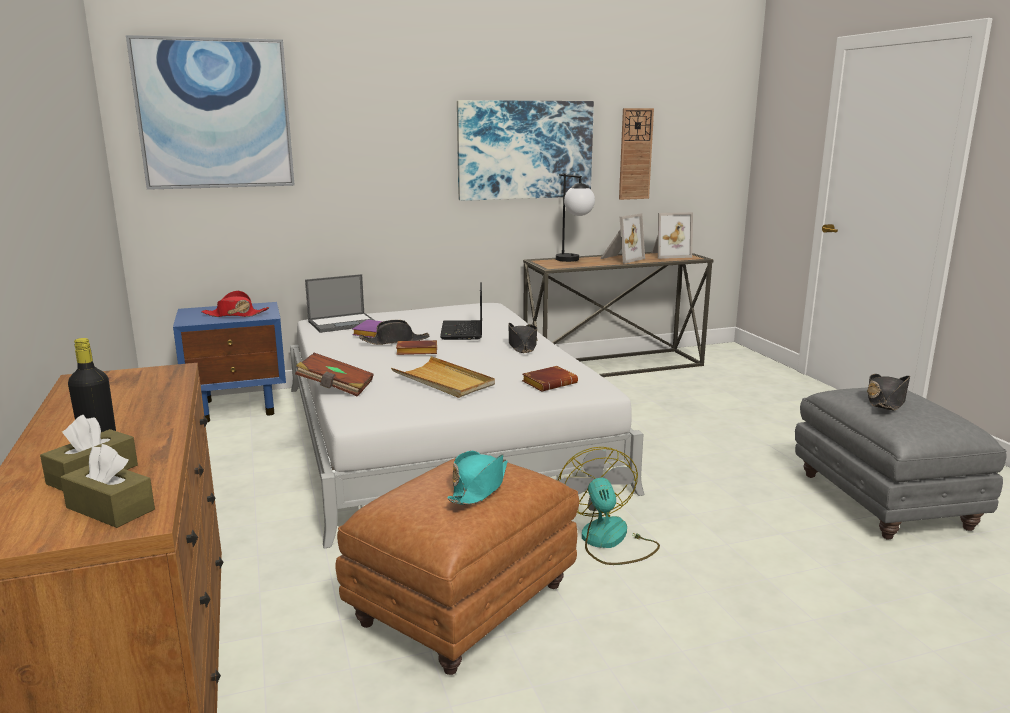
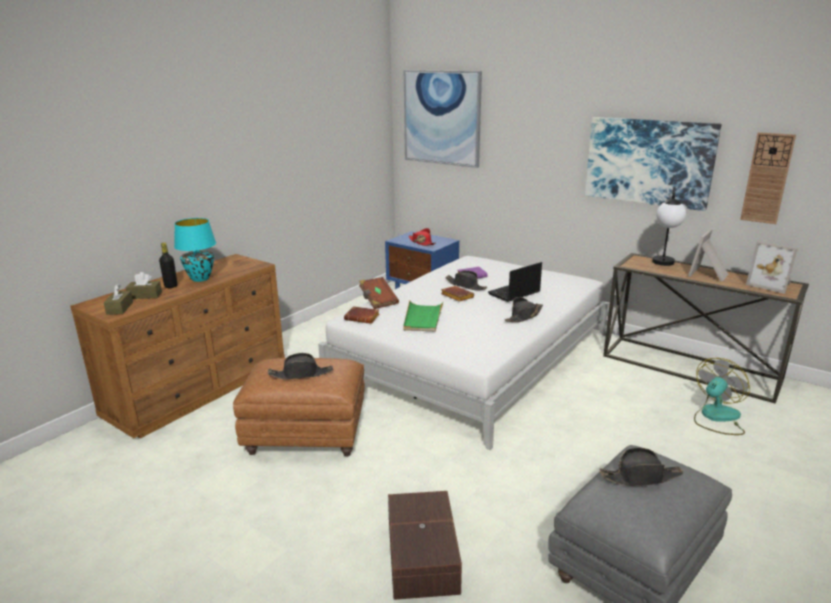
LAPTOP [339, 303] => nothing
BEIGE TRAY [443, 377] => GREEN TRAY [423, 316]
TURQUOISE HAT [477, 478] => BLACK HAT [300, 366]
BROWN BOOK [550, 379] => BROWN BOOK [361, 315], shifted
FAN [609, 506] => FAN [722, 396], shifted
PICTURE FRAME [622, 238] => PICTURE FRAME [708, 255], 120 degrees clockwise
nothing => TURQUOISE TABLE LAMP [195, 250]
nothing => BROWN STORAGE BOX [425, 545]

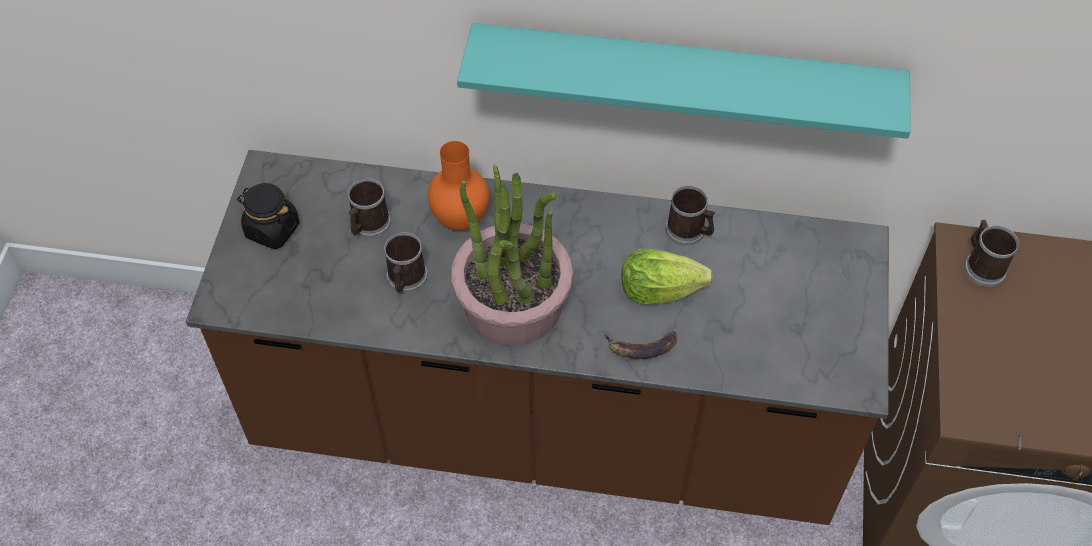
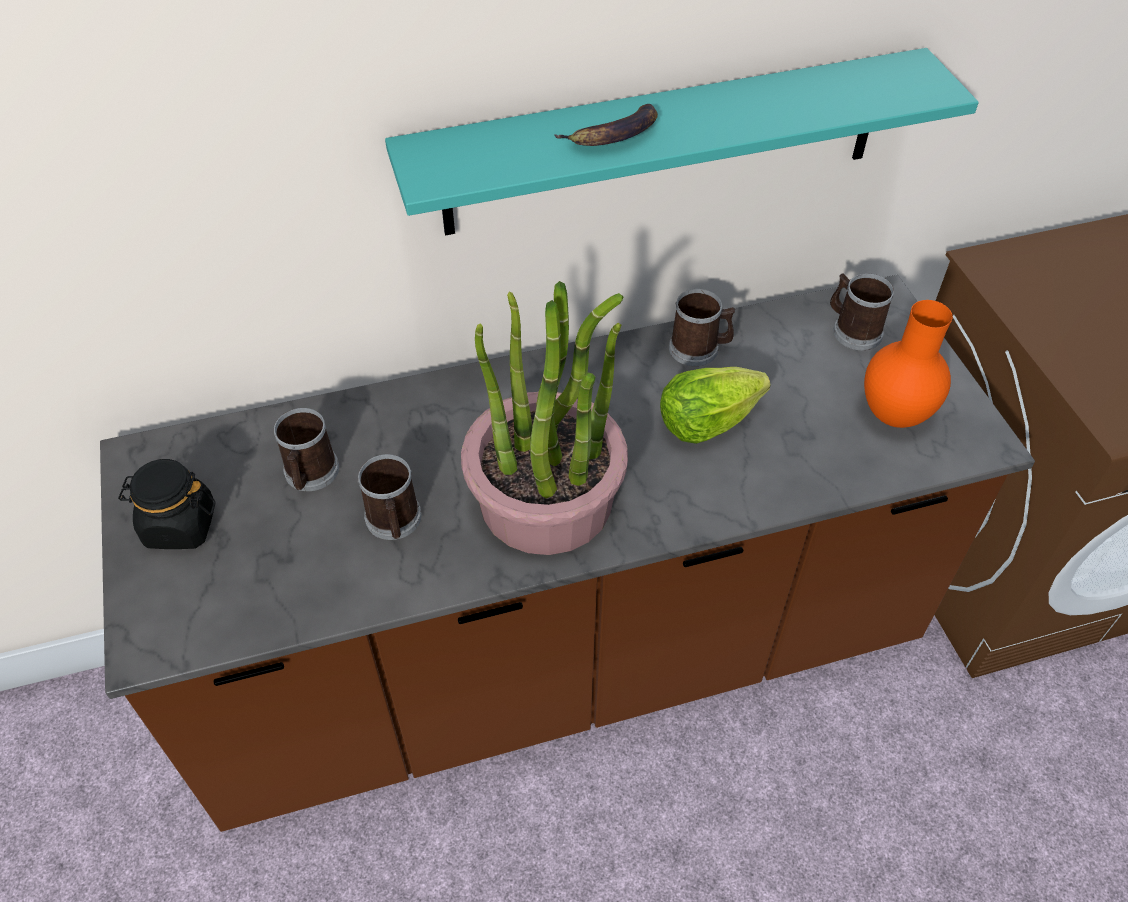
ORANGE VASE [458, 186] => ORANGE VASE [908, 364], shifted
BANANA [640, 345] => BANANA [606, 125], shifted
MUG [991, 253] => MUG [862, 311], shifted

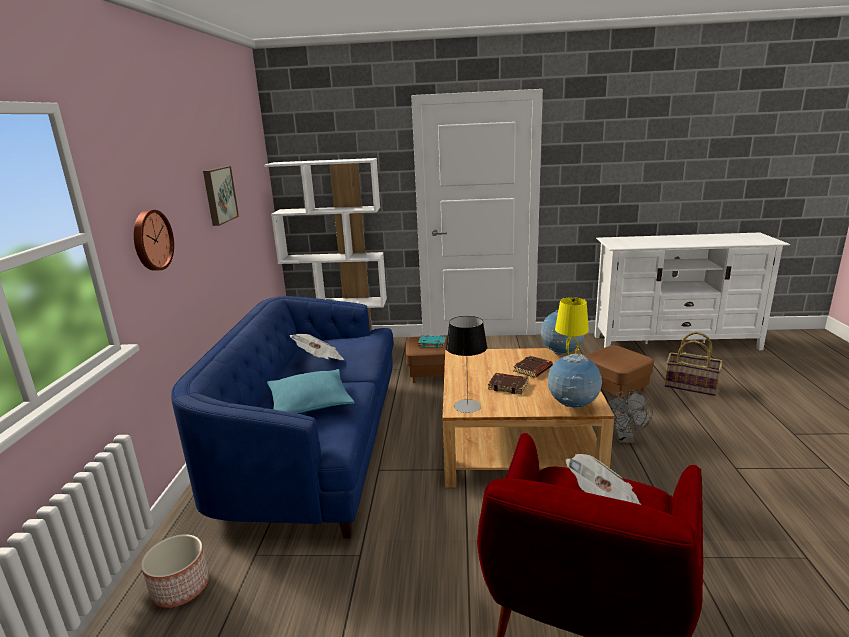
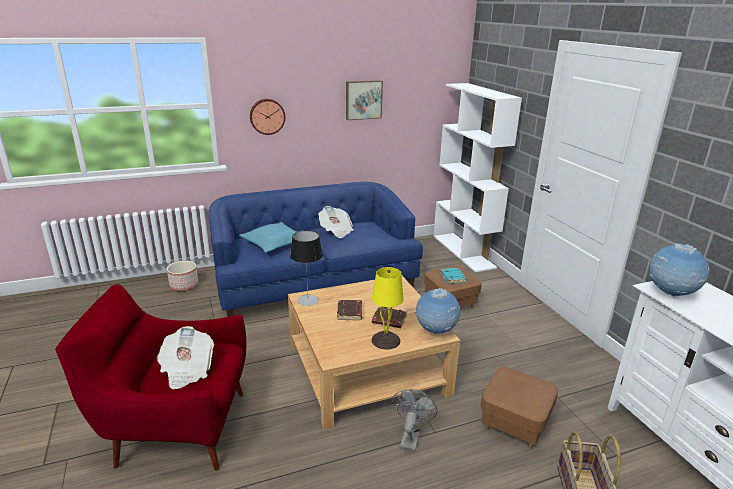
GLOBE [575, 380] => GLOBE [679, 269], shifted
GREY FAN [630, 416] => GREY FAN [414, 420], 120 degrees clockwise

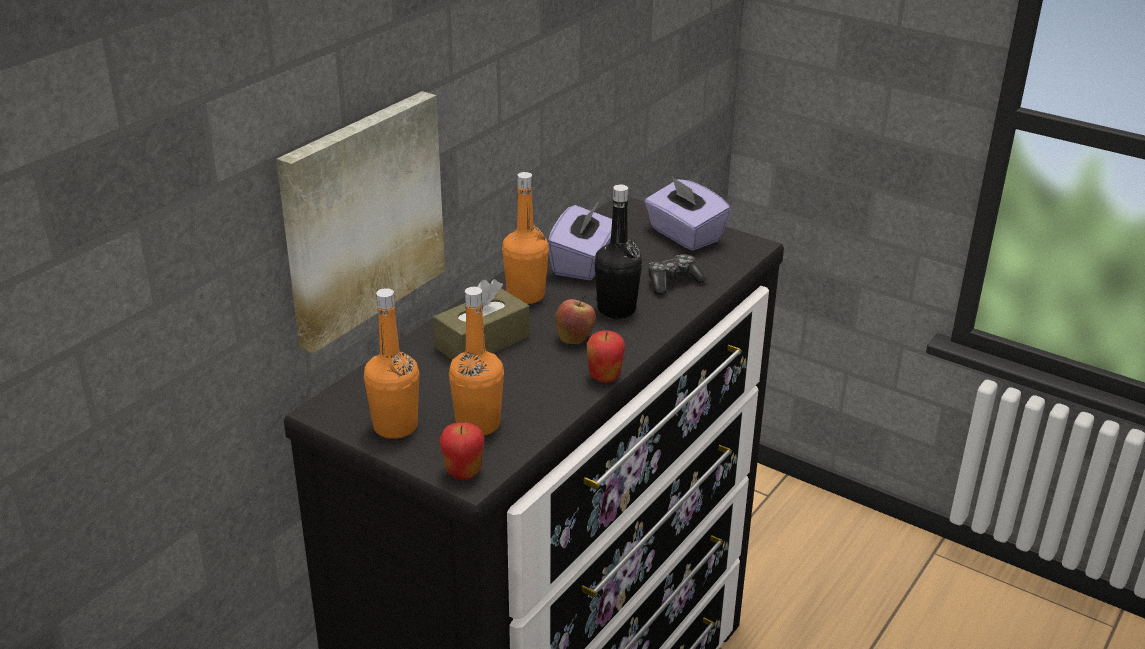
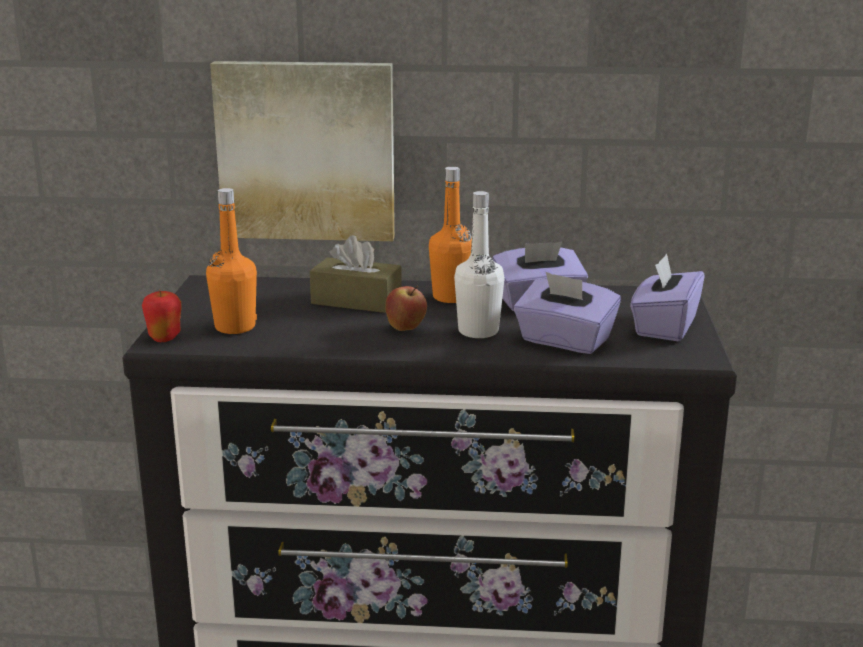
ORANGE BOTTLE [391, 363] => nothing
APPLE [606, 356] => nothing
BLACK BOTTLE [618, 252] => WHITE BOTTLE [479, 264]
GAME CONTROLLER [677, 274] => PURPLE TISSUE BOX [567, 313]

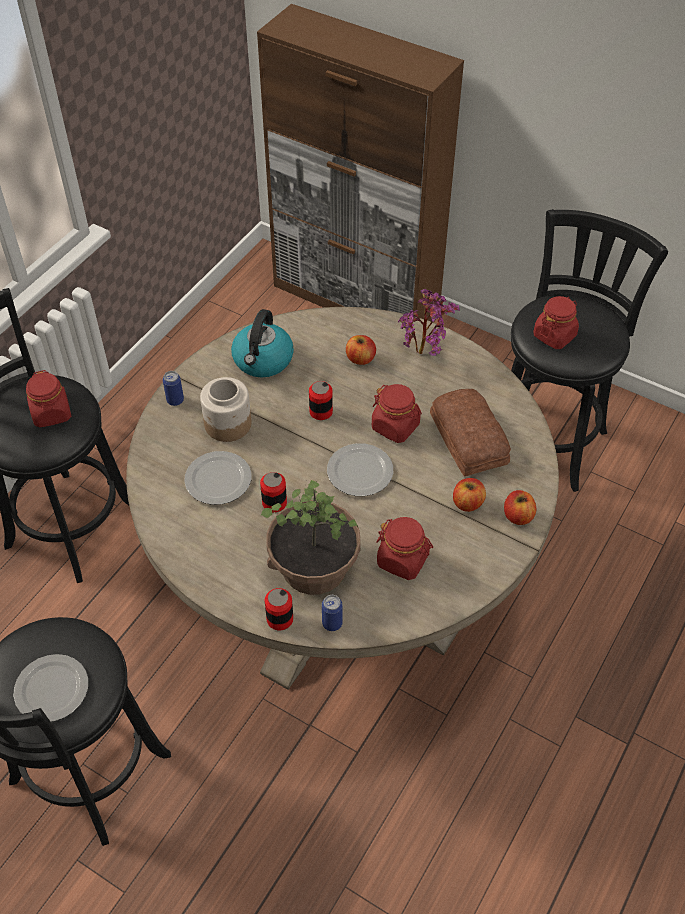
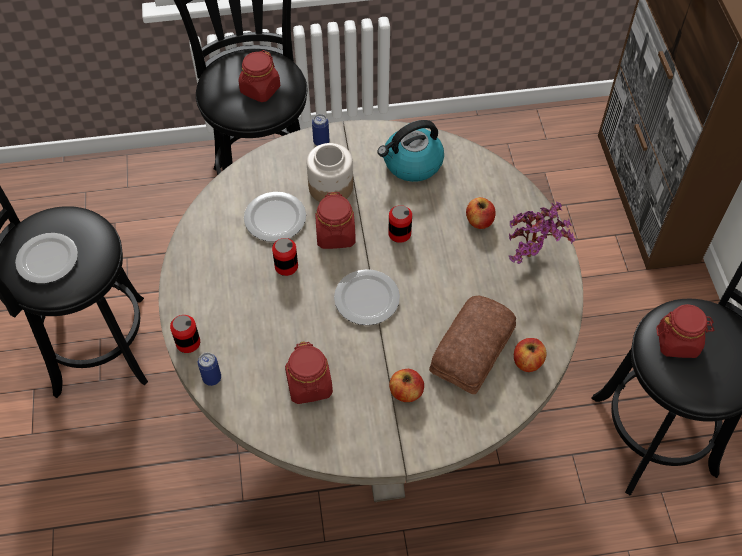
POTTED PLANT [311, 537] => nothing
RED JAR [397, 413] => RED JAR [335, 220], shifted
APPLE [520, 507] => APPLE [530, 355], shifted

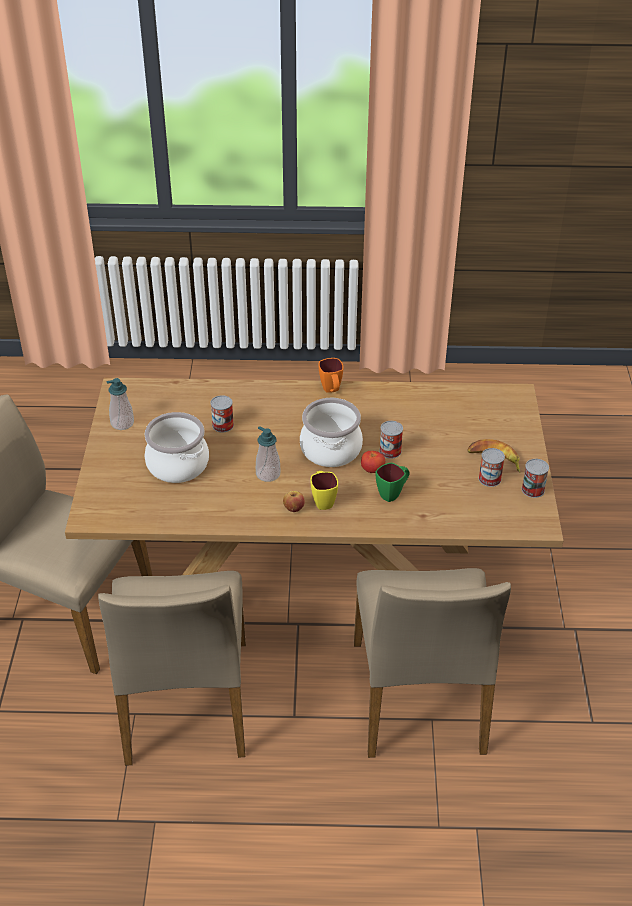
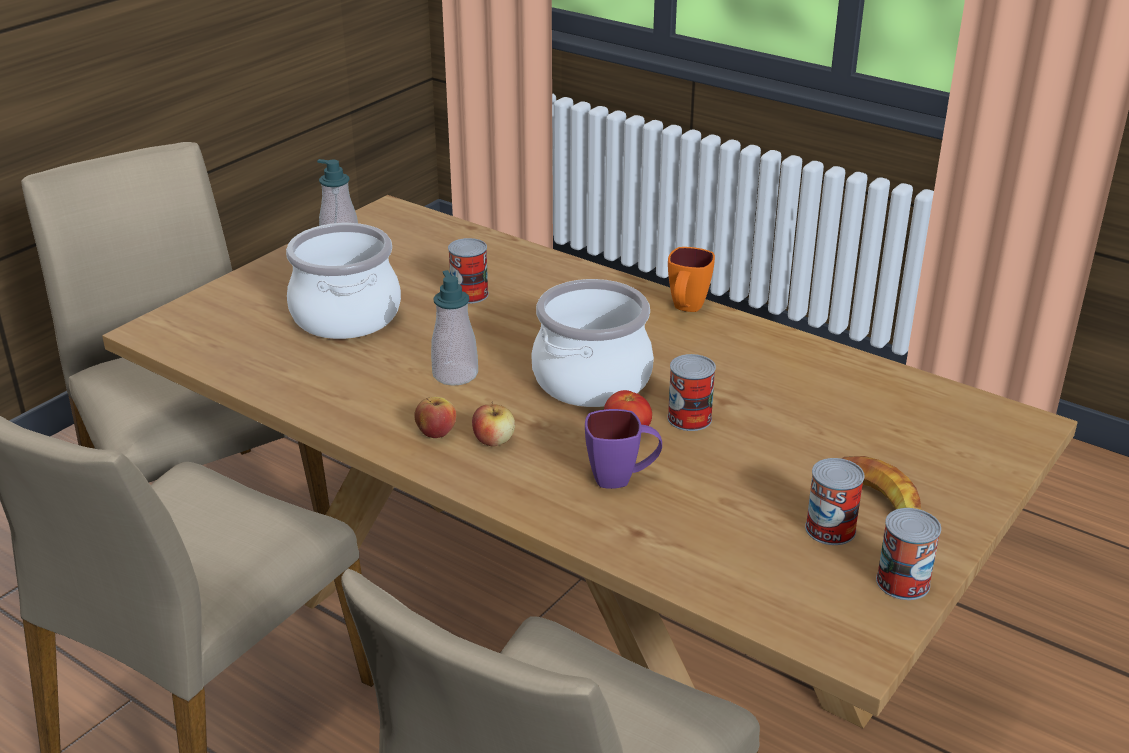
YELLOW MUG [324, 490] => APPLE [493, 424]
GREEN MUG [393, 482] => PURPLE MUG [623, 449]

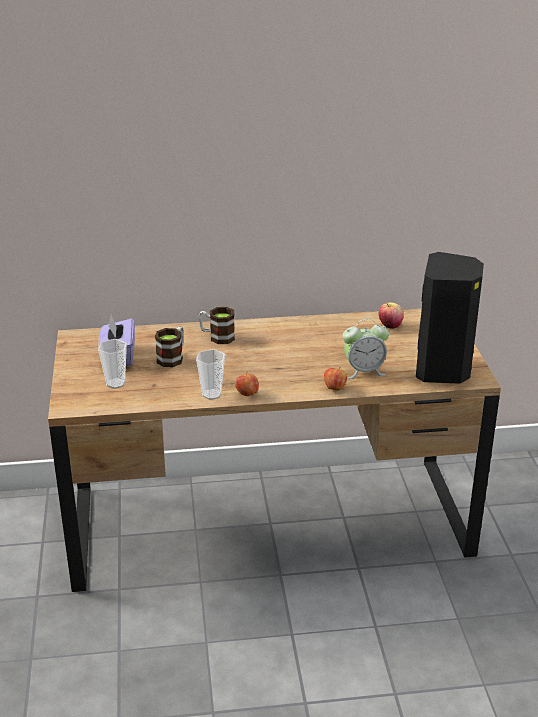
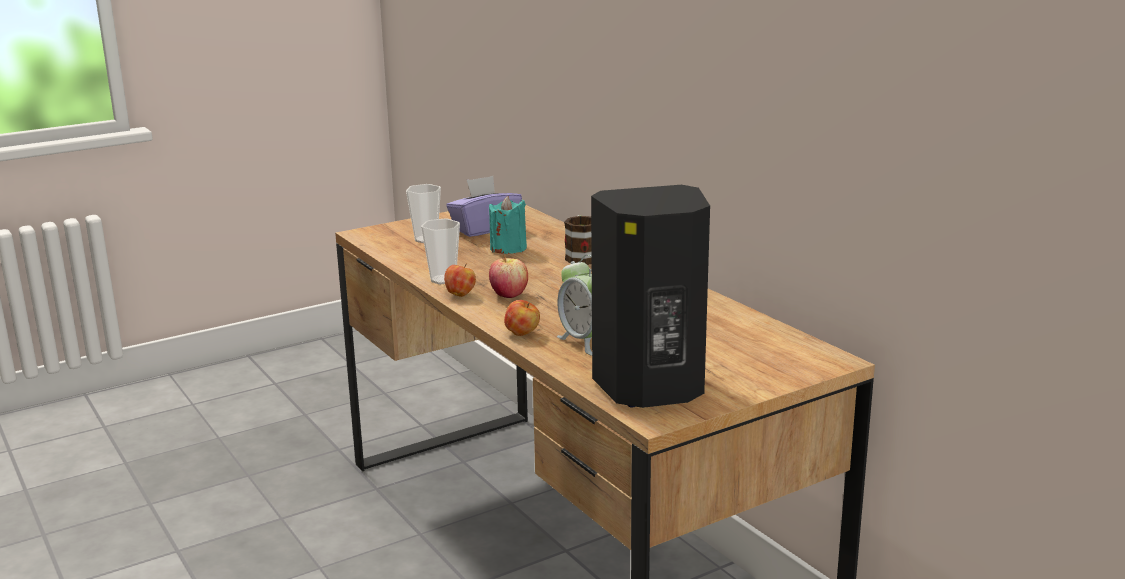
MUG [169, 347] => TURQUOISE CANDLE [508, 225]
APPLE [391, 315] => APPLE [508, 276], shifted

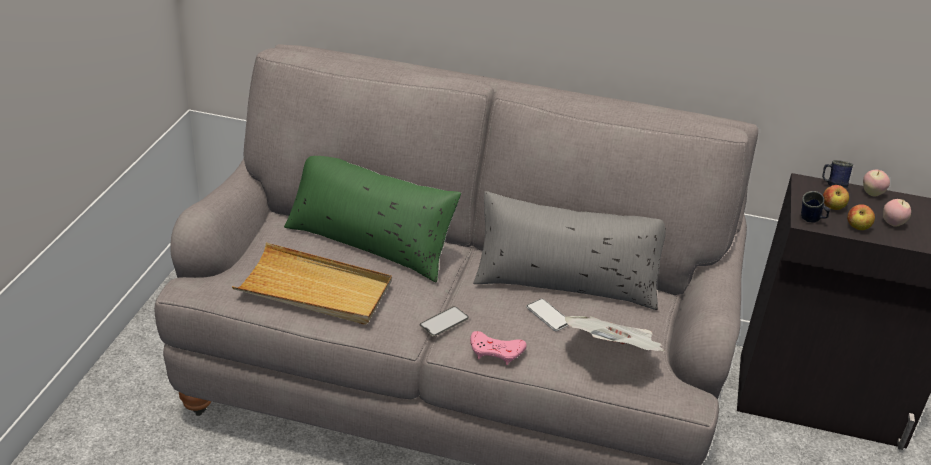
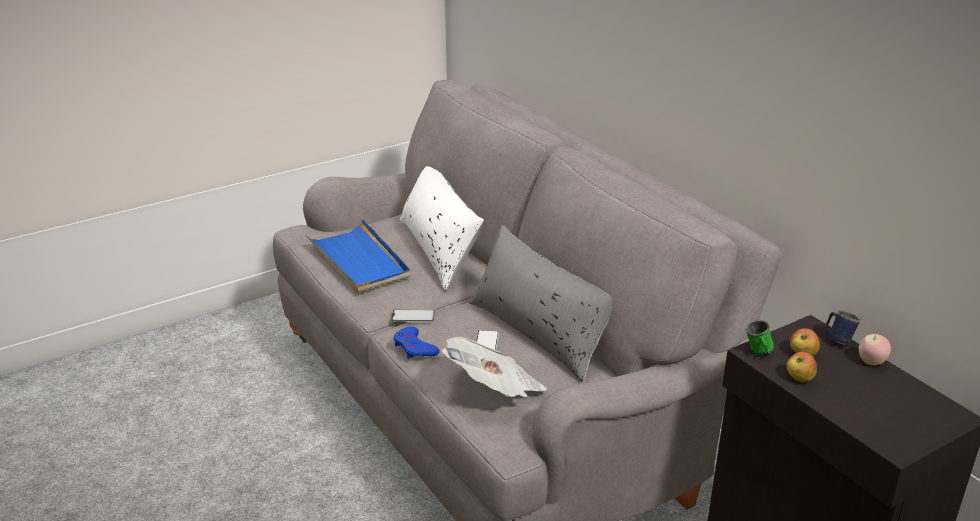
BEIGE TRAY [312, 283] => BLUE TRAY [358, 256]
GREEN PILLOW [372, 219] => WHITE PILLOW [442, 228]
PINK GAME CONTROLLER [498, 348] => BLUE GAME CONTROLLER [416, 343]
BLUE MUG [815, 207] => GREEN MUG [759, 338]
APPLE [897, 213] => nothing

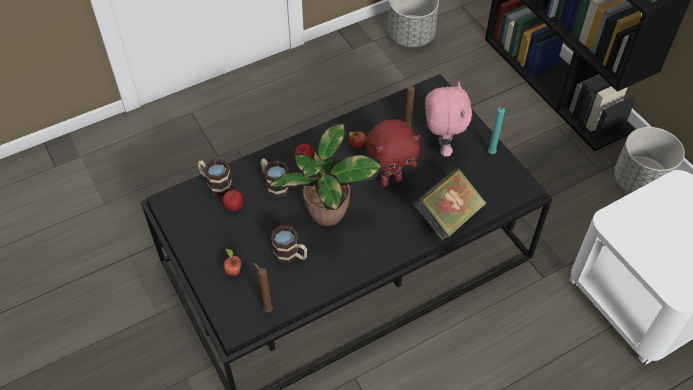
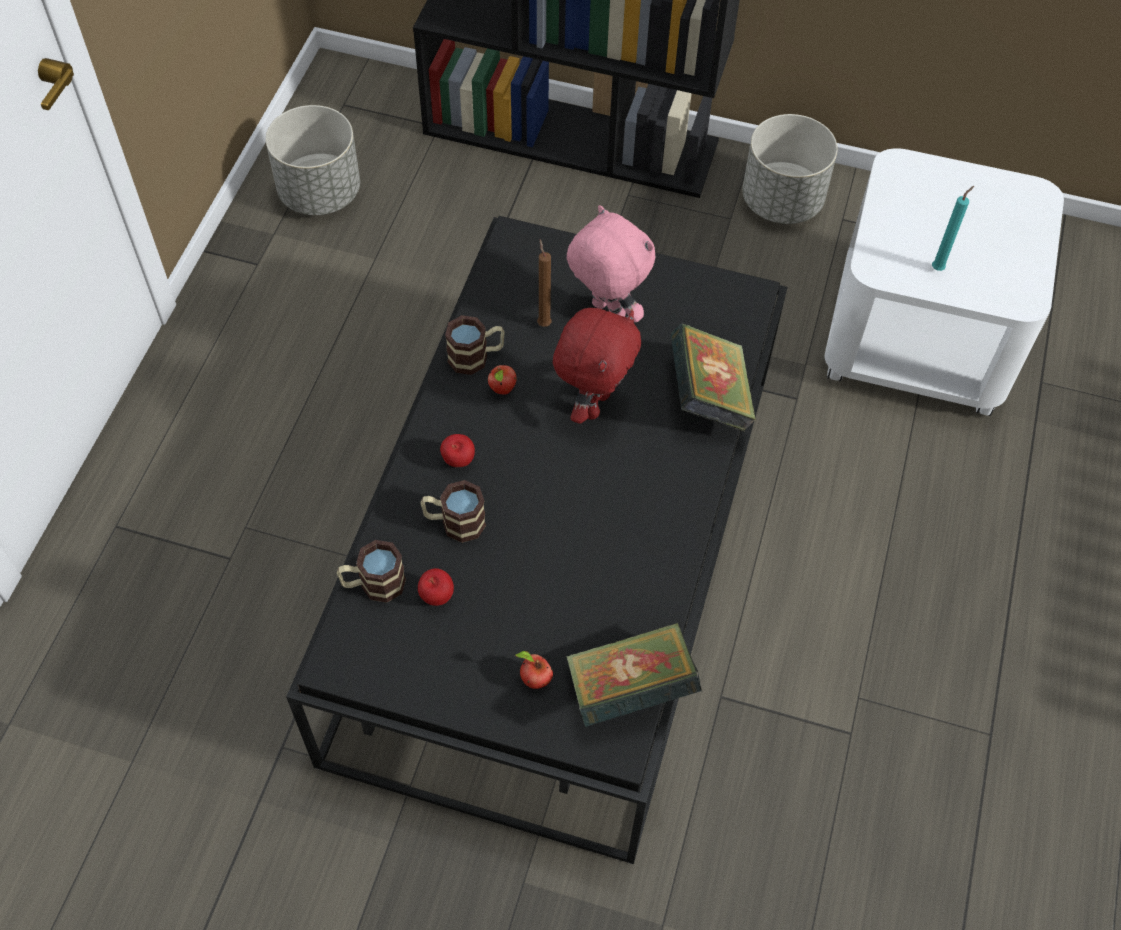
BROWN CANDLE [263, 287] => BOOK [634, 674]
POTTED PLANT [325, 174] => nothing
MUG [289, 244] => MUG [475, 345], shifted
TURQUOISE CANDLE [499, 129] => TURQUOISE CANDLE [953, 228], shifted

